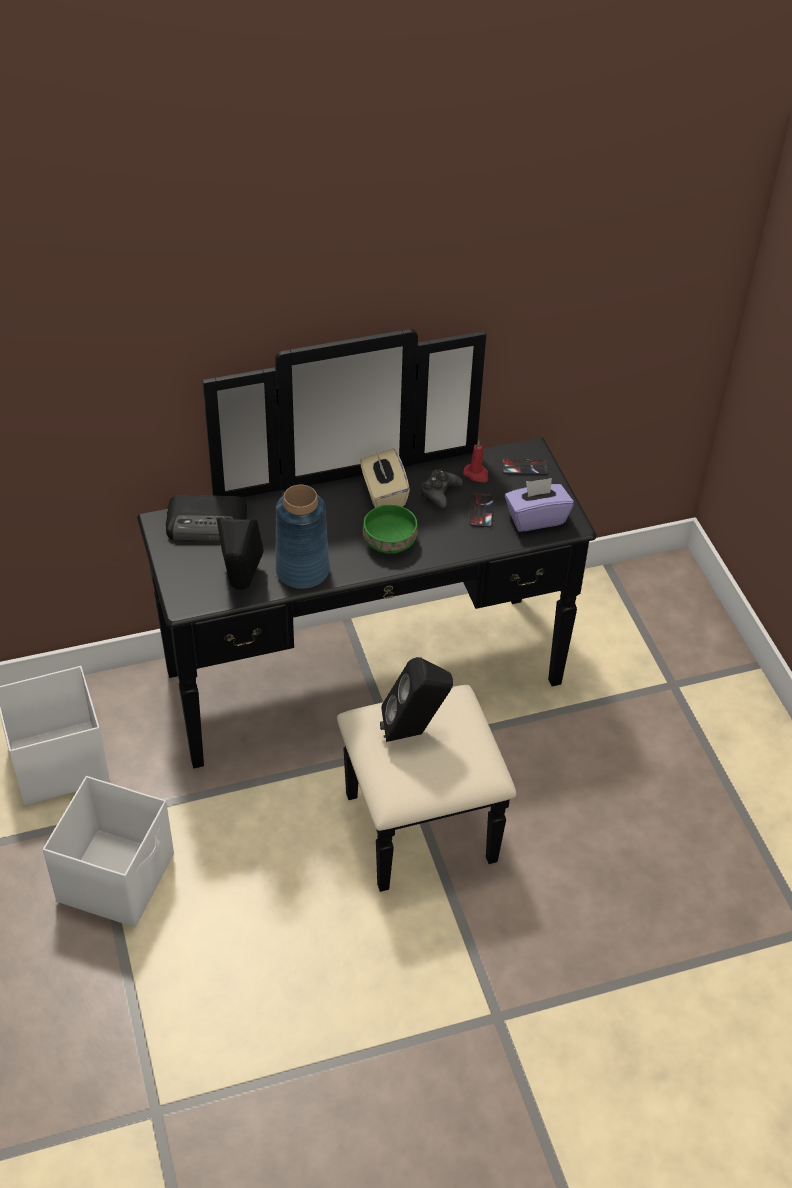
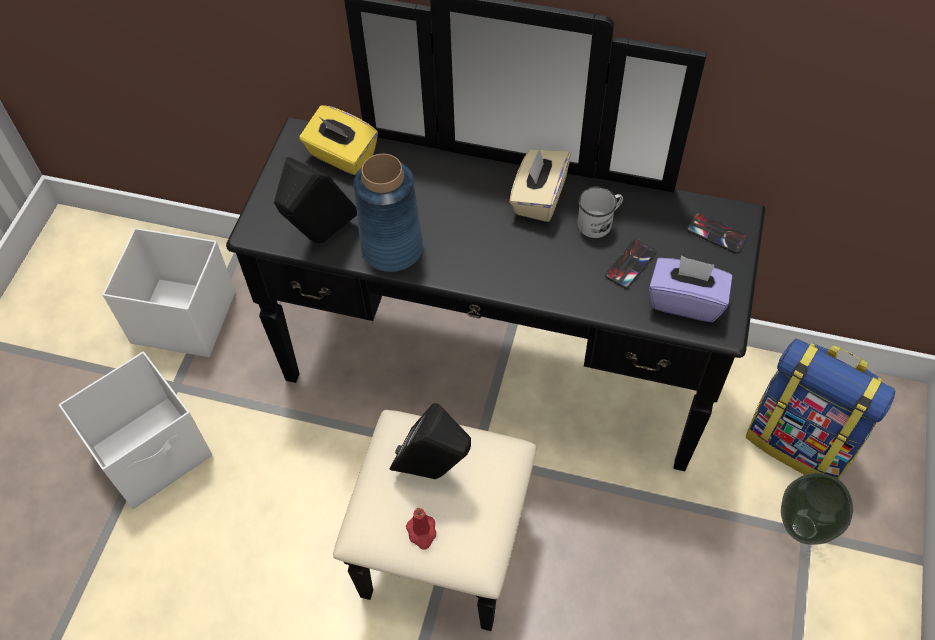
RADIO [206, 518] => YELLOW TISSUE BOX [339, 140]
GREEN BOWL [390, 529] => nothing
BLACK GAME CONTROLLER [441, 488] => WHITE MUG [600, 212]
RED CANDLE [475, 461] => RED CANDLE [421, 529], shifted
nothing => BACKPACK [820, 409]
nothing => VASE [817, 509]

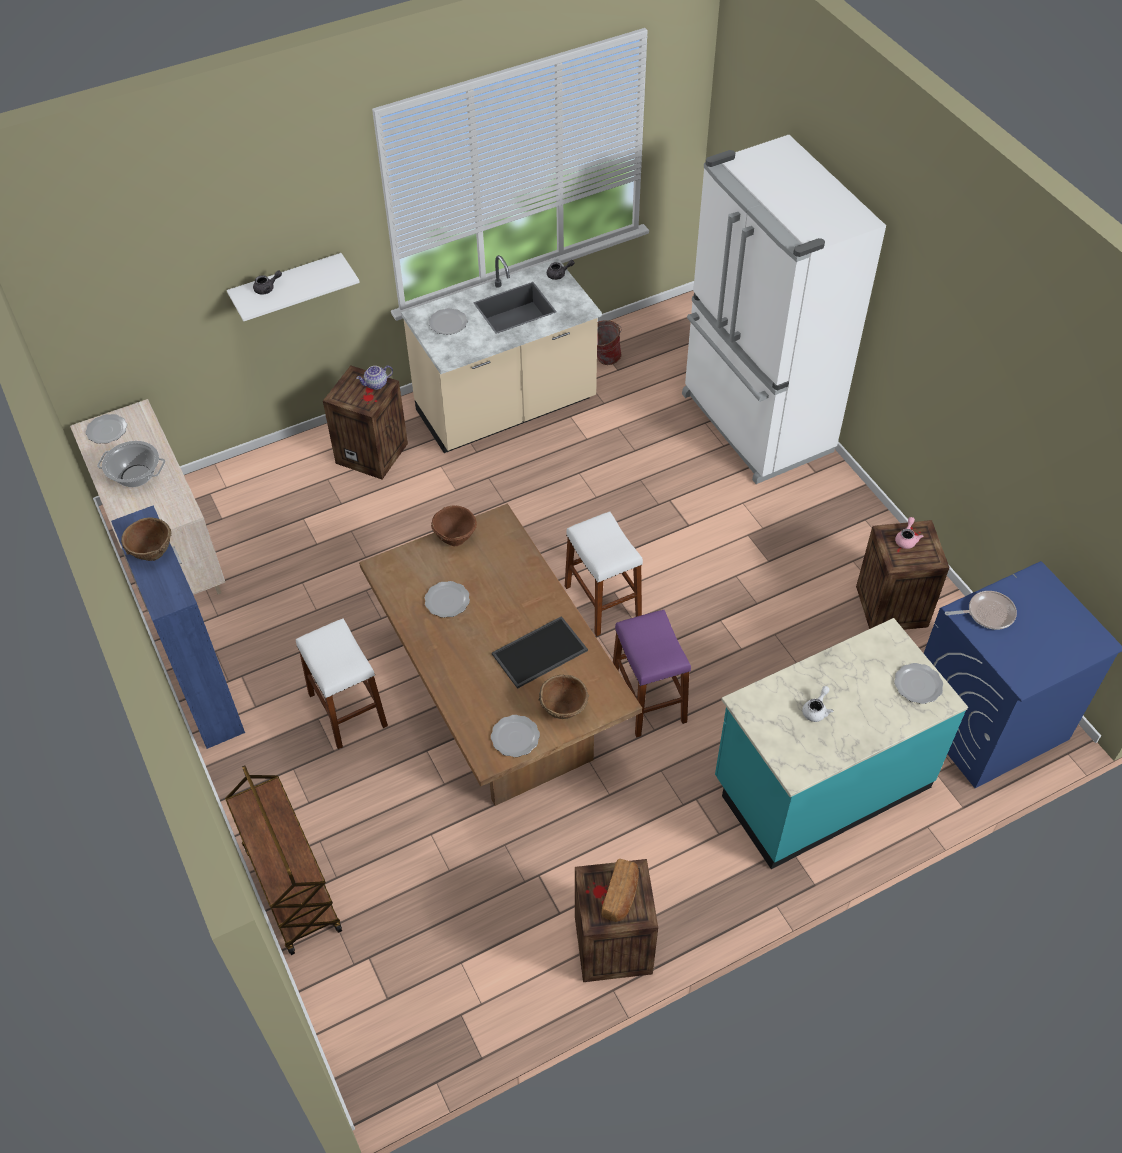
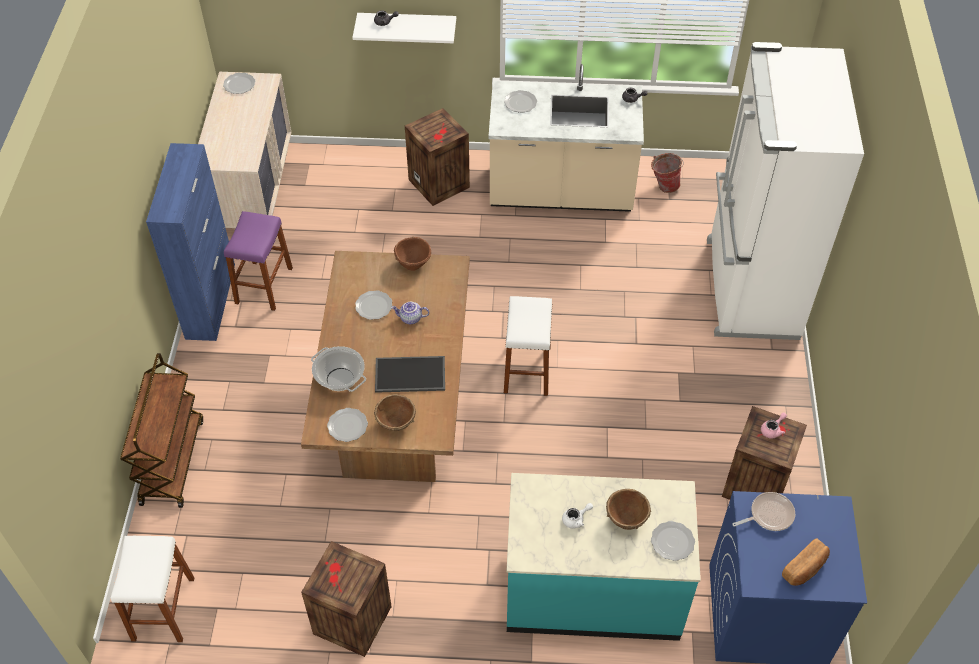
COOKING POT [131, 464] => COOKING POT [338, 369], shifted
BROWN BOWL [146, 539] => BROWN BOWL [628, 509], shifted
WHITE STOOL [342, 684] => WHITE STOOL [152, 589], shifted
TEAPOT [374, 377] => TEAPOT [410, 313], shifted
BREAD [620, 890] => BREAD [806, 562], shifted
PURPLE STOOL [652, 674] => PURPLE STOOL [258, 261], shifted
FRYING PAN [981, 610] => FRYING PAN [763, 511], 45 degrees counterclockwise

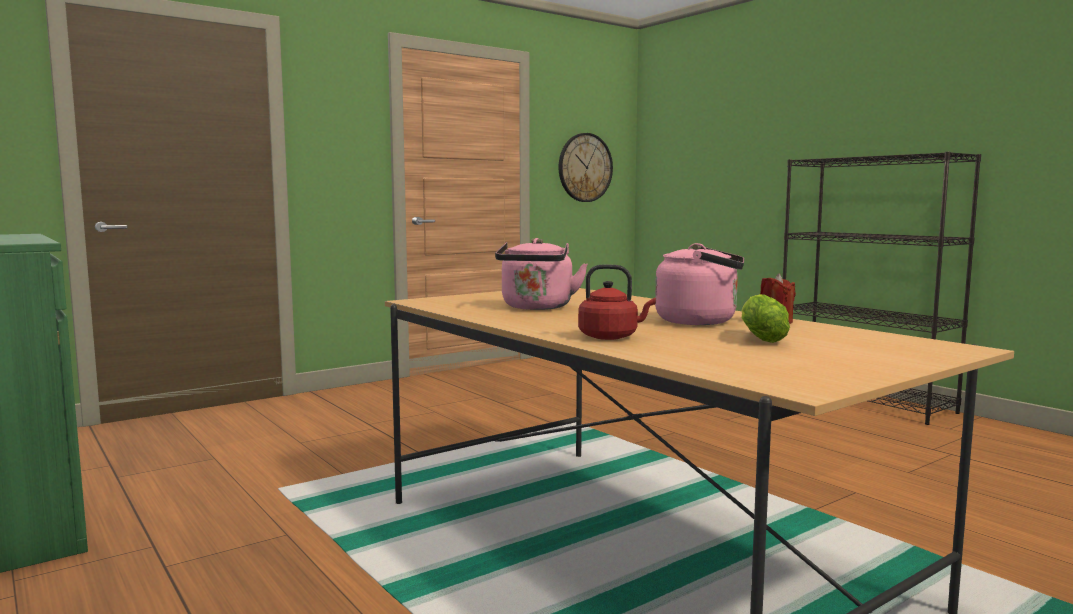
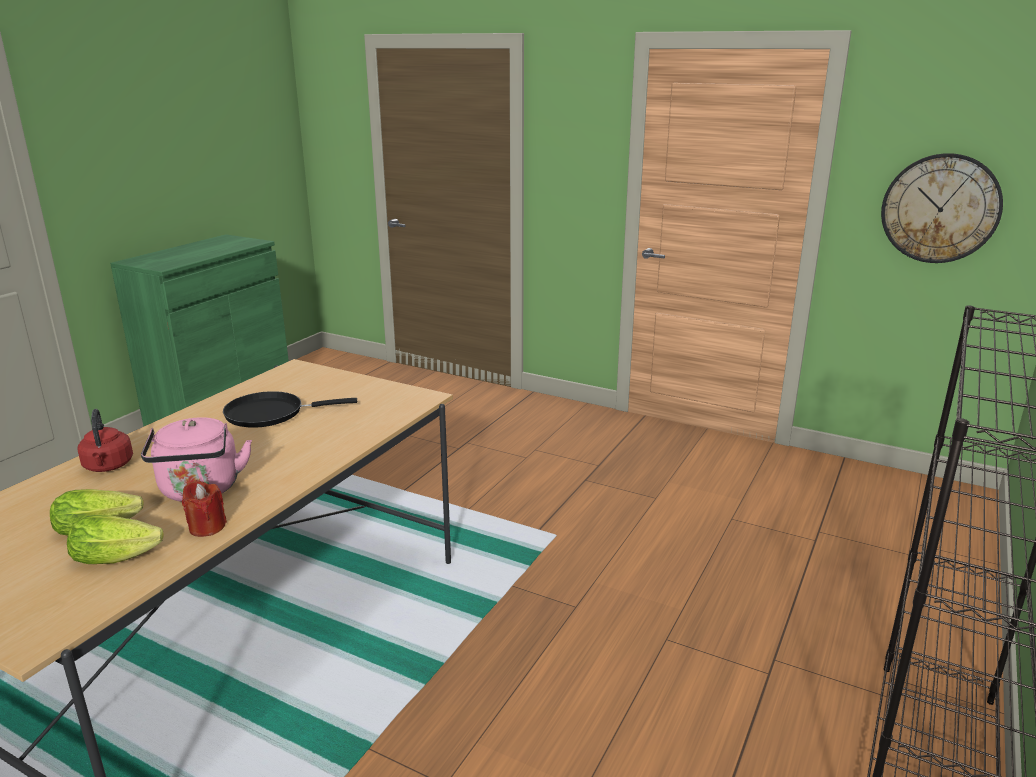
PINK KETTLE [541, 274] => BLACK FRYING PAN [290, 409]
nothing => LETTUCE [115, 539]

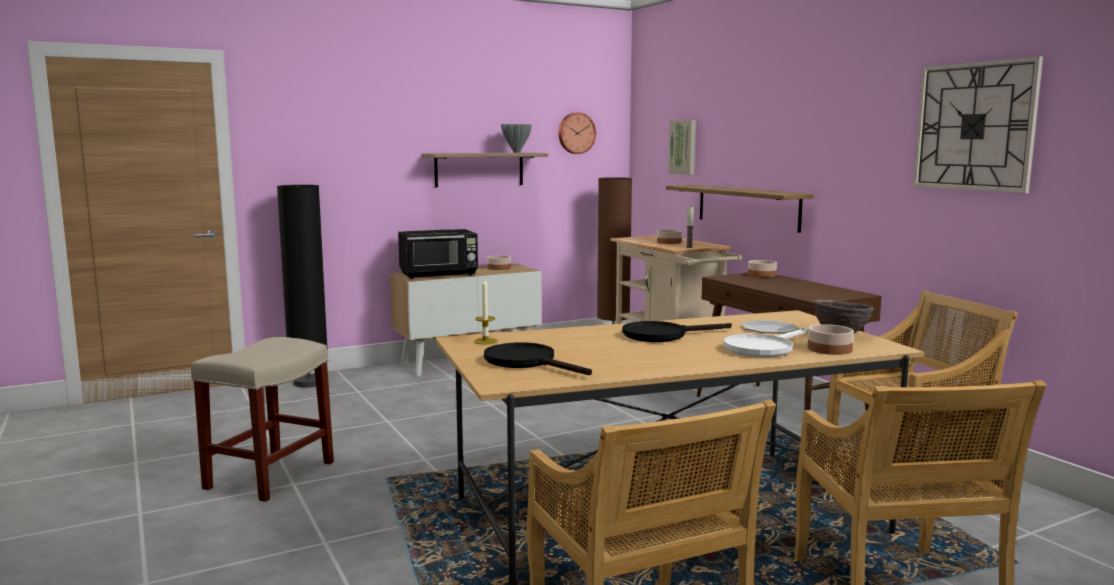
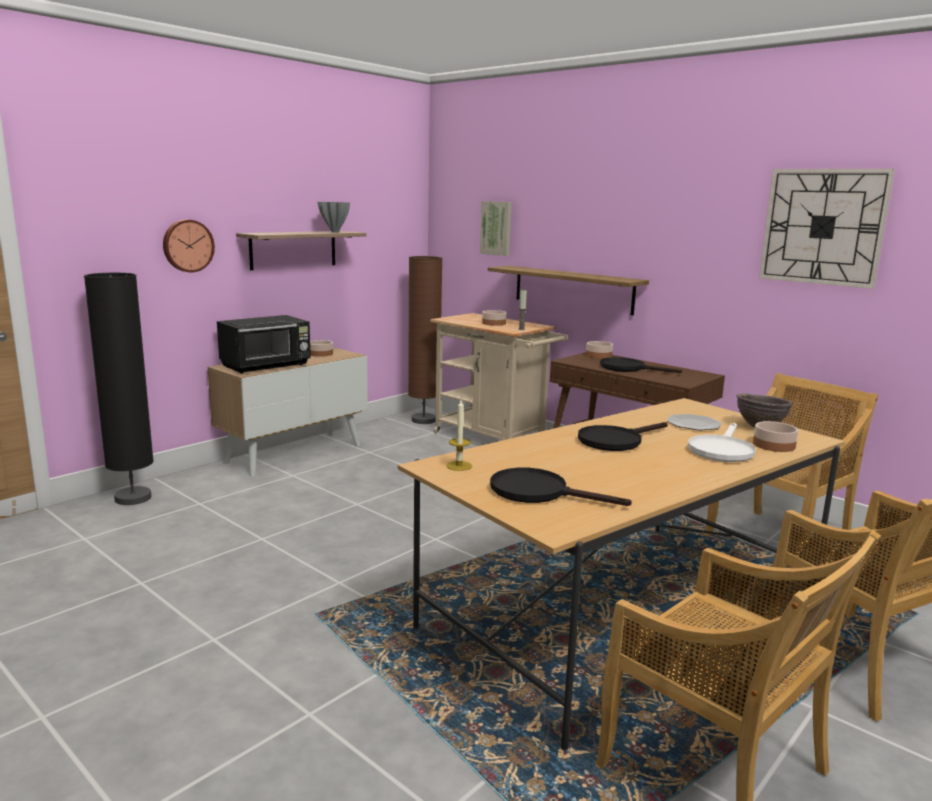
BEIGE STOOL [262, 419] => nothing
WALL CLOCK [577, 133] => WALL CLOCK [189, 245], shifted
nothing => BLACK FRYING PAN [641, 365]

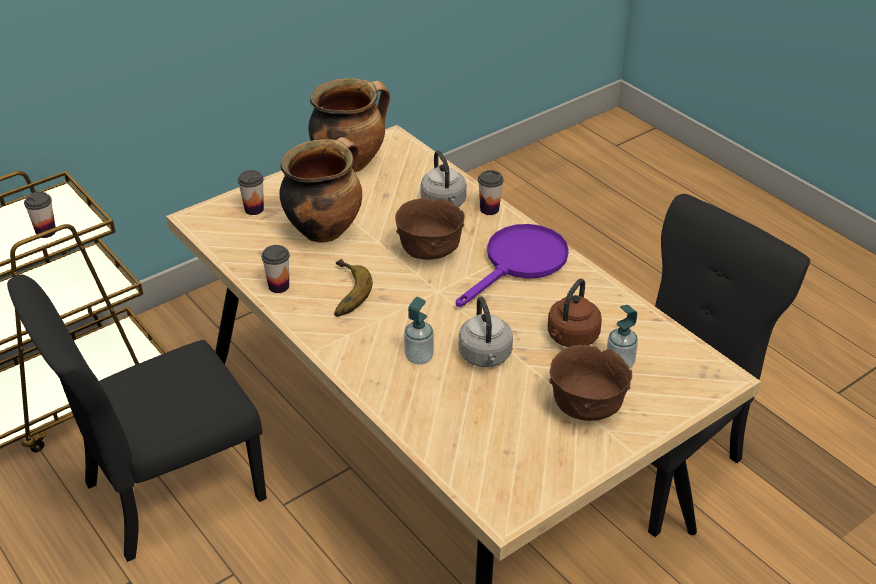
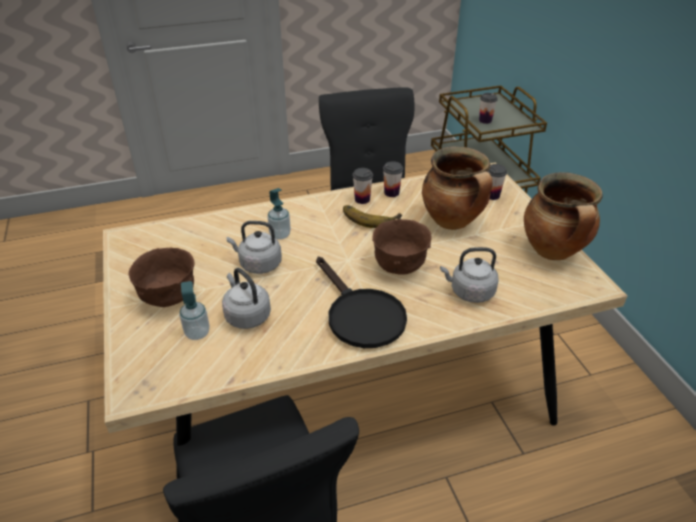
PURPLE FRYING PAN [512, 265] => BLACK FRYING PAN [361, 302]
CUP [491, 192] => CUP [362, 186], shifted
BROWN KETTLE [575, 313] => GREY KETTLE [246, 298]

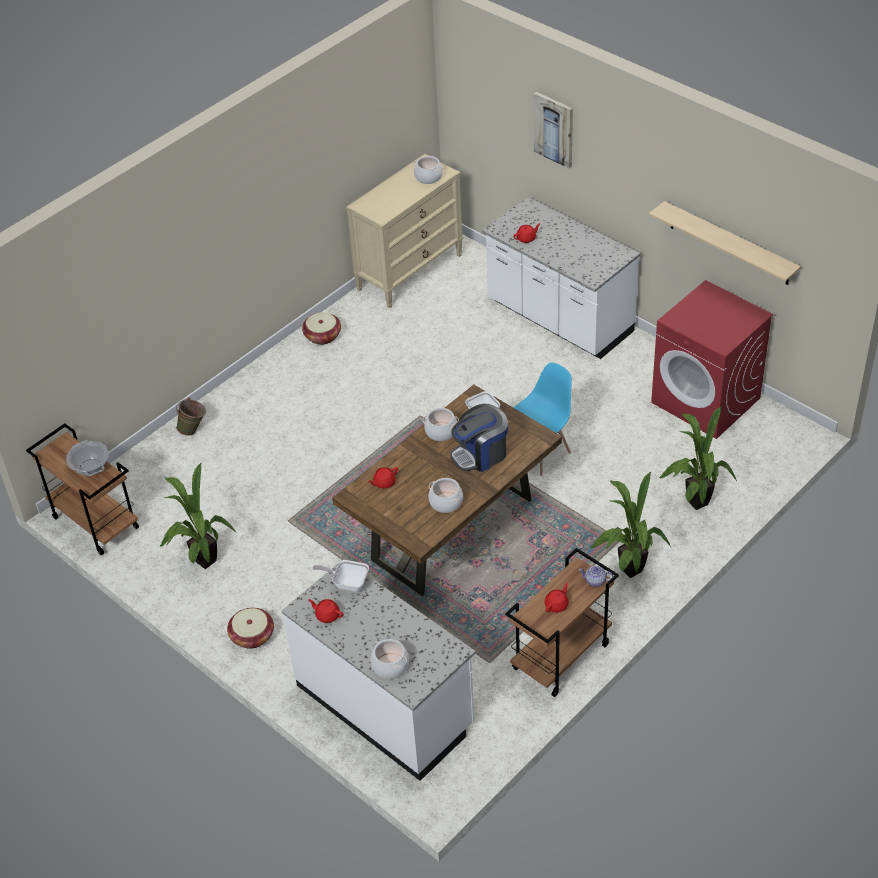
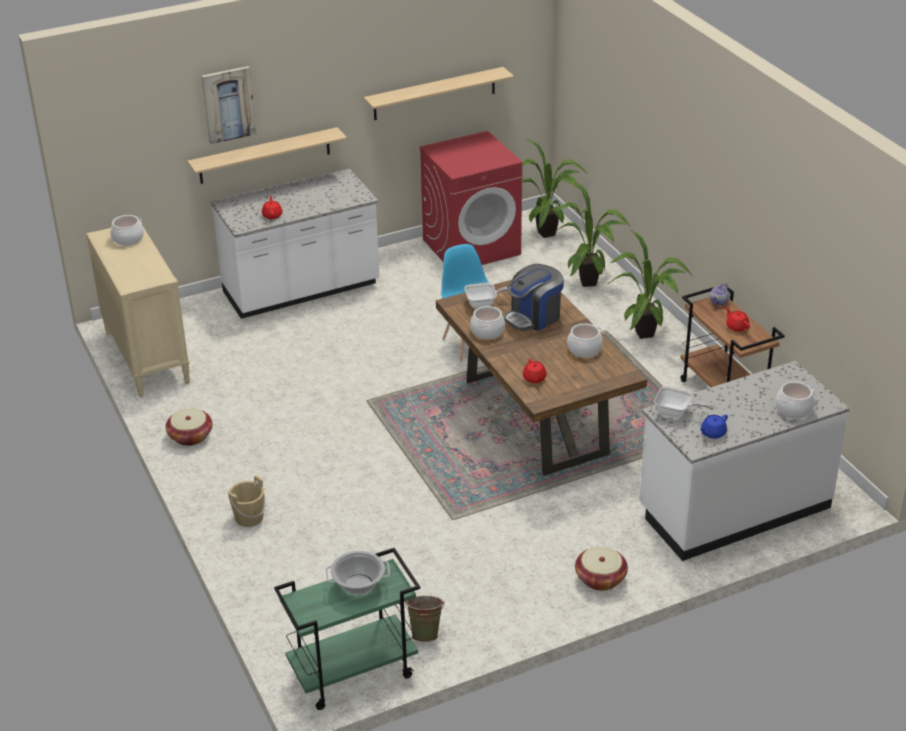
BROWN CART [82, 489] => GREEN CART [347, 629]
POTTED PLANT [198, 516] => POTTED PLANT [554, 188], shifted
GREEN BUCKET [191, 416] => GREEN BUCKET [424, 619], shifted
RED TEAPOT [325, 611] => BLUE TEAPOT [714, 427]
FRYING PAN [341, 576] => FRYING PAN [684, 402], 105 degrees counterclockwise
COFFEE MACHINE [479, 438] => COFFEE MACHINE [534, 297], 60 degrees clockwise
nothing => SHELF [267, 155]
nothing => BEIGE BUCKET [246, 501]

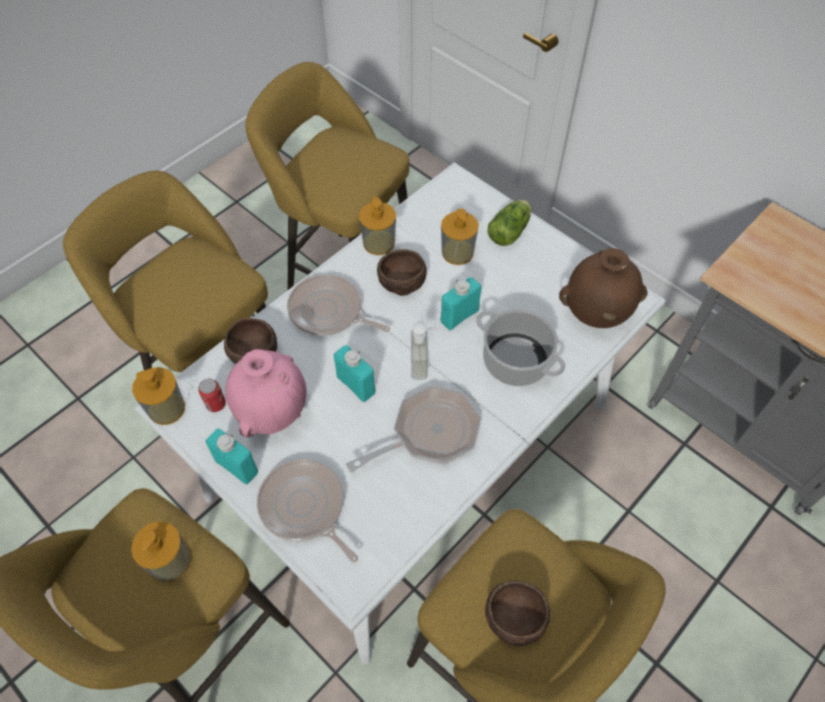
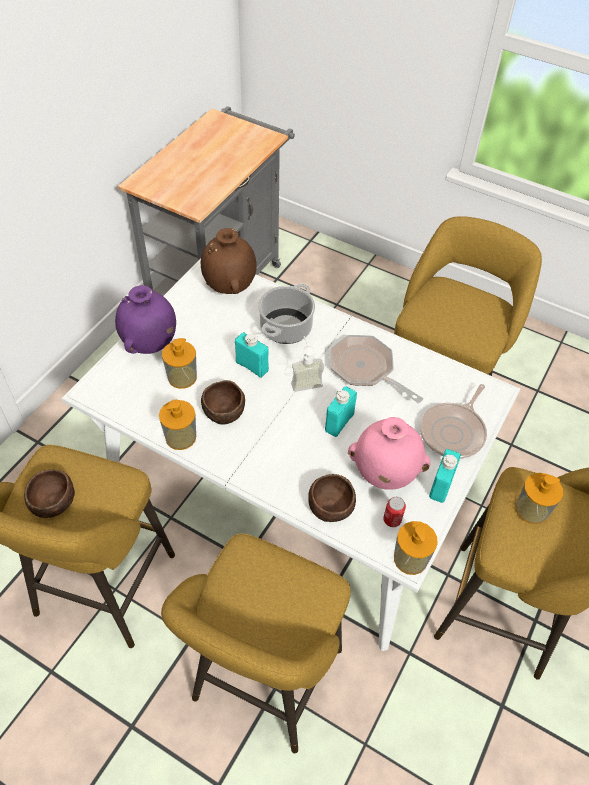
FRYING PAN [338, 305] => nothing
BROWN BOWL [517, 613] => BROWN BOWL [49, 494], shifted
LETTUCE [509, 223] => PURPLE VASE [145, 319]

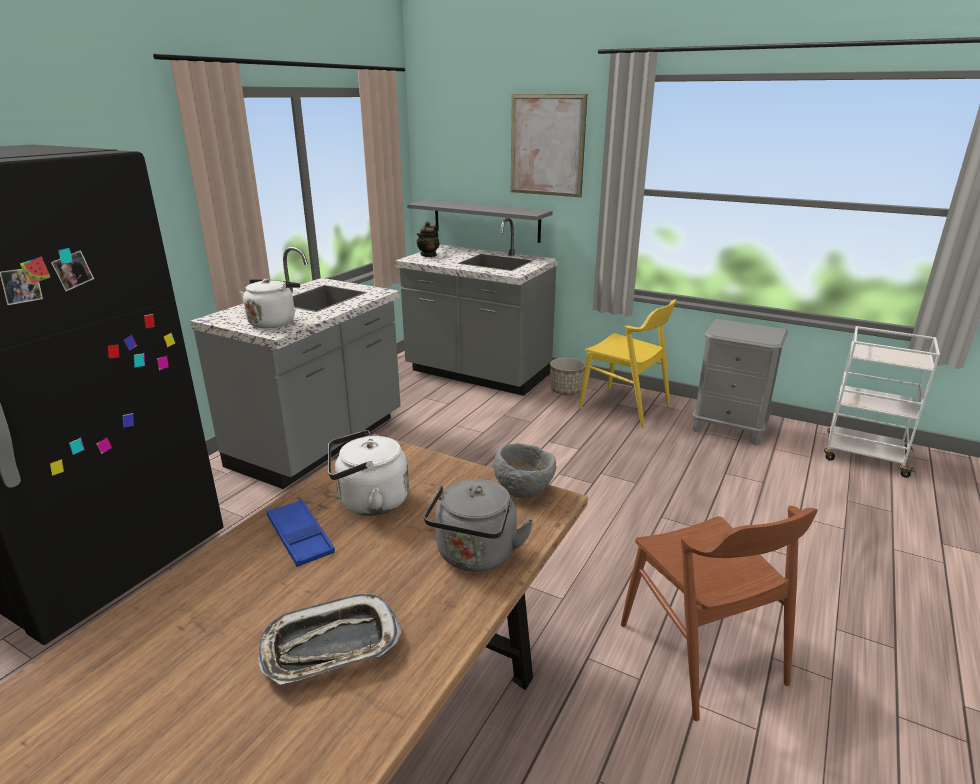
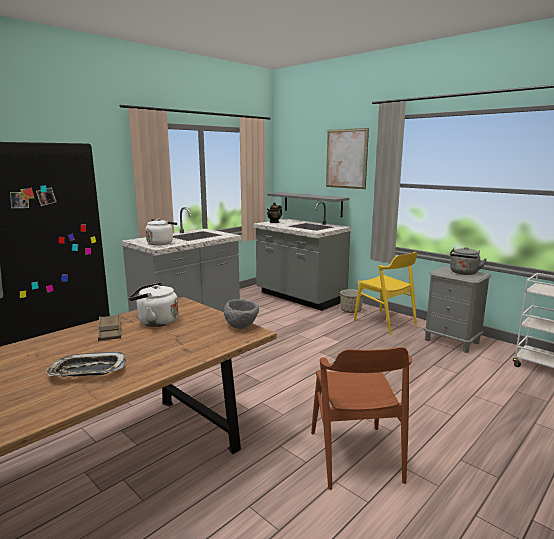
BLUE TRAY [301, 533] => BROWN TRAY [109, 328]
GREY KETTLE [479, 525] => GREY KETTLE [468, 261], shifted

